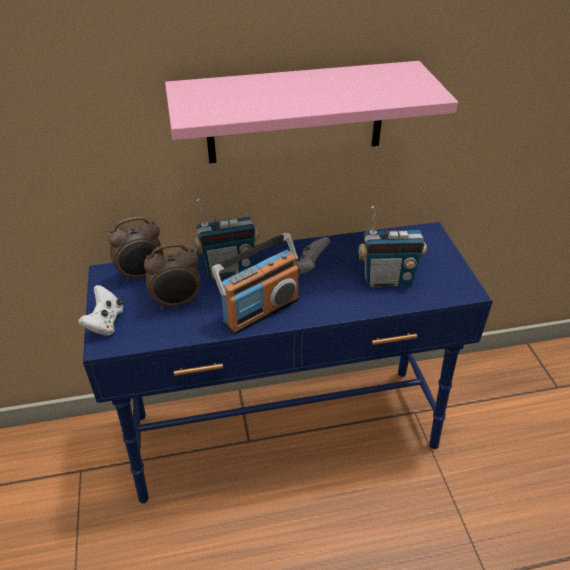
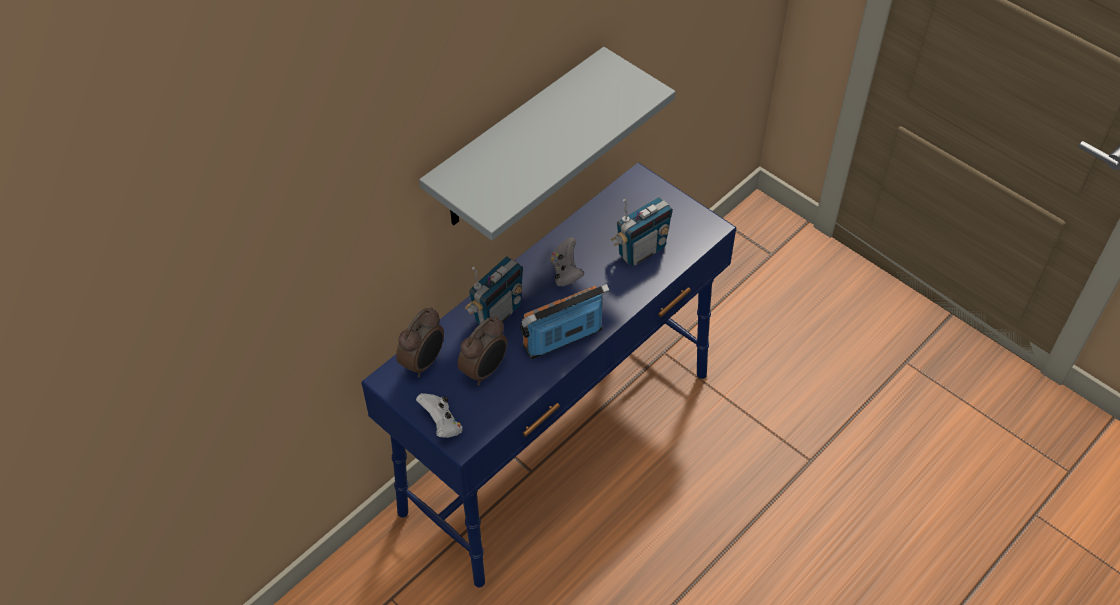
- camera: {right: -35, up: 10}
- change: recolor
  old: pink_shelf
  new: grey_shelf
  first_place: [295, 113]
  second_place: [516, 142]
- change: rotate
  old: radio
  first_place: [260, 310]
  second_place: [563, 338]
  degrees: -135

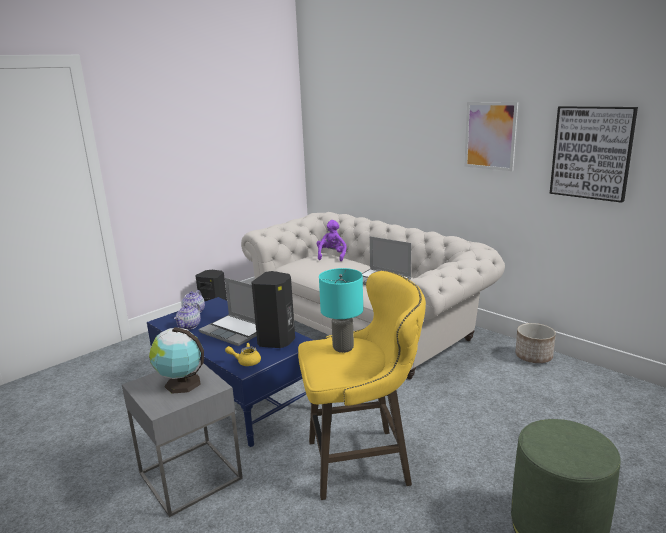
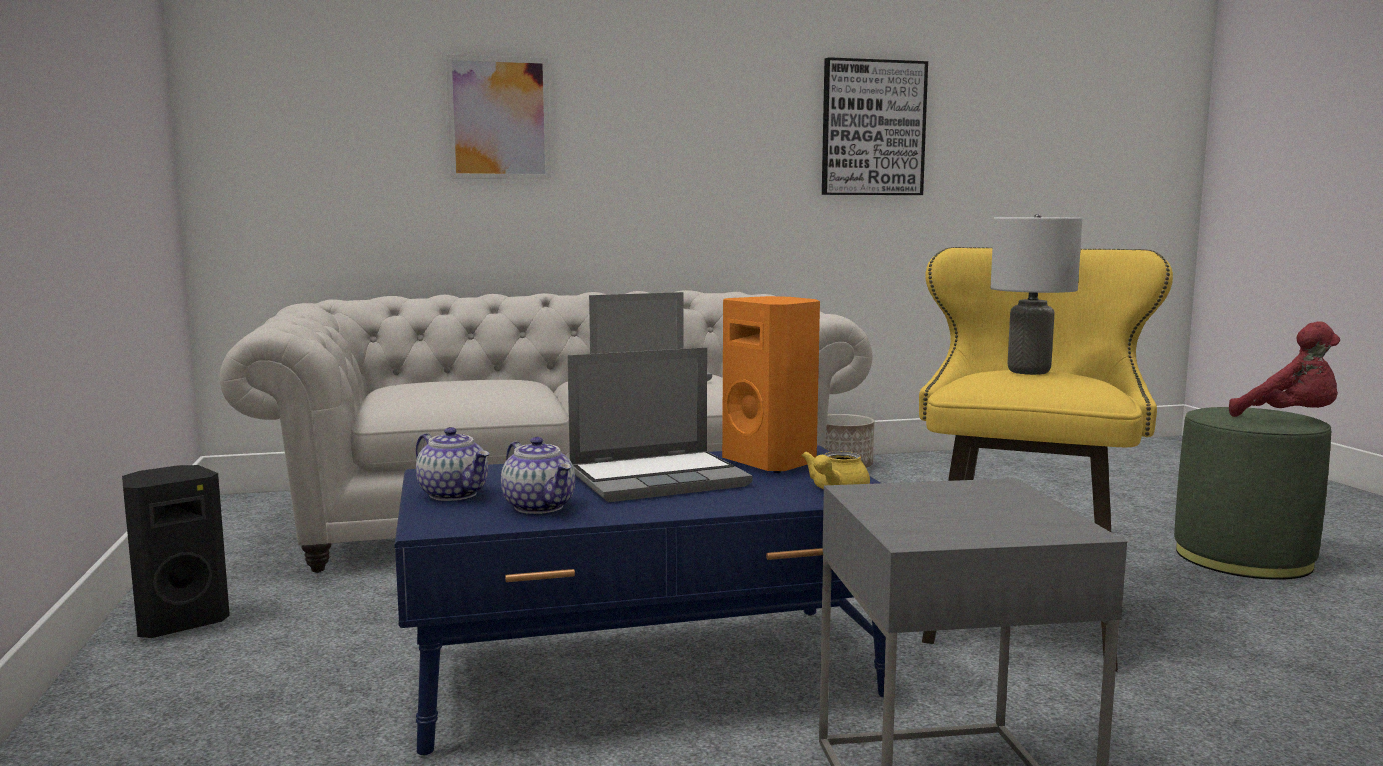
- camera: {right: -60, up: -10}
- change: delete
  old: globe
  first_place: [181, 383]
- change: recolor
  old: black_speaker
  new: orange_speaker
  first_place: [277, 341]
  second_place: [772, 462]
- change: delete
  old: purple_plush_toy
  first_place: [332, 256]
- change: recolor
  old: turquoise_table_lamp
  new: white_table_lamp
  first_place: [344, 348]
  second_place: [1028, 371]
- change: move
  old: picture
  first_place: [490, 136]
  second_place: [499, 118]
- change: insert
  new: red_plush_toy
  second_place: [1290, 418]

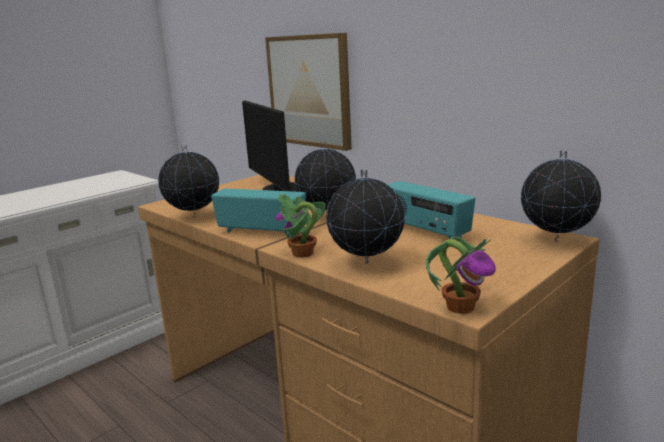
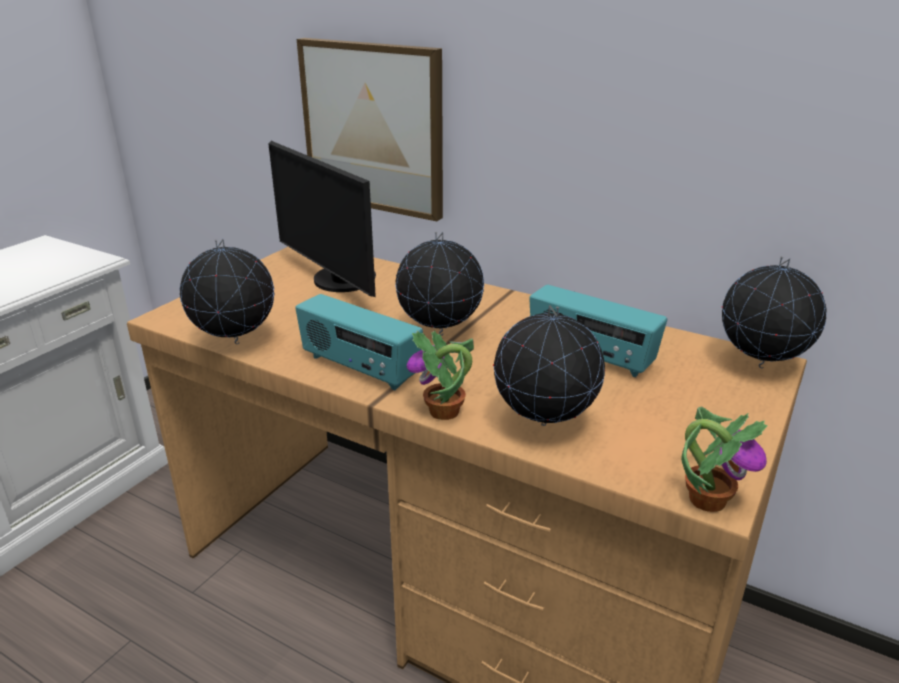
- camera: {right: -15, up: 10}
- change: rotate
  old: radio
  first_place: [262, 231]
  second_place: [359, 369]
  degrees: -150

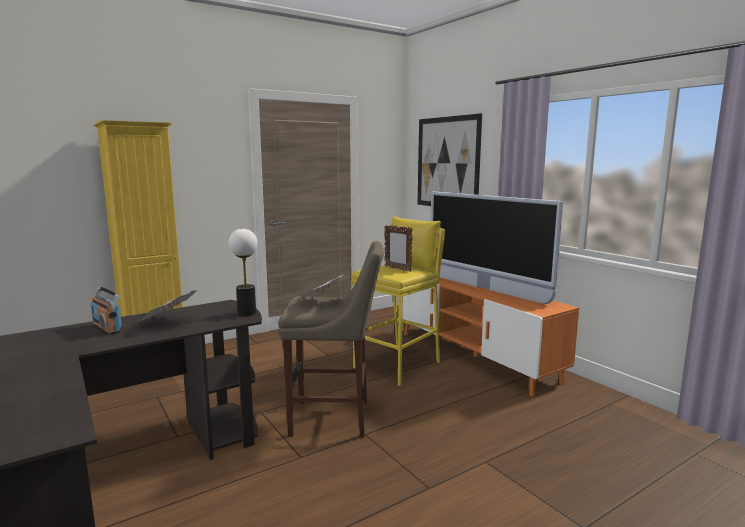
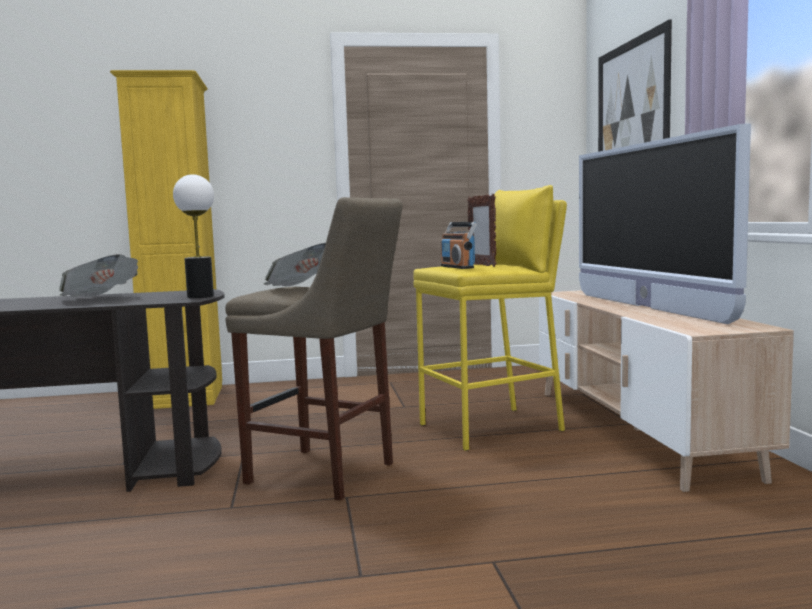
- camera: {right: 25, up: -5}
- change: move
  old: radio
  first_place: [107, 328]
  second_place: [457, 267]
- change: recolor
  old: orange_tv_stand
  new: beige_tv_stand
  first_place: [474, 356]
  second_place: [635, 429]

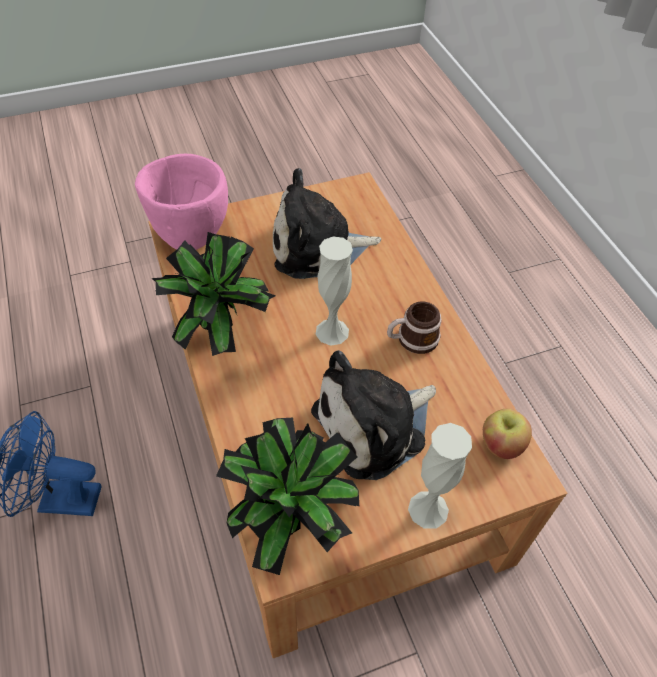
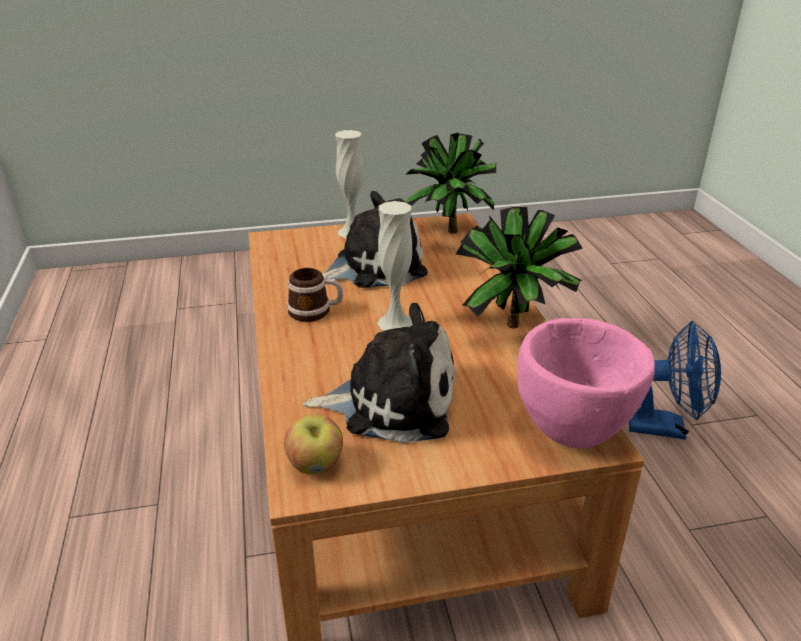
- camera: {right: -170, up: -20}
- change: move
  old: apple
  first_place: [501, 445]
  second_place: [316, 465]

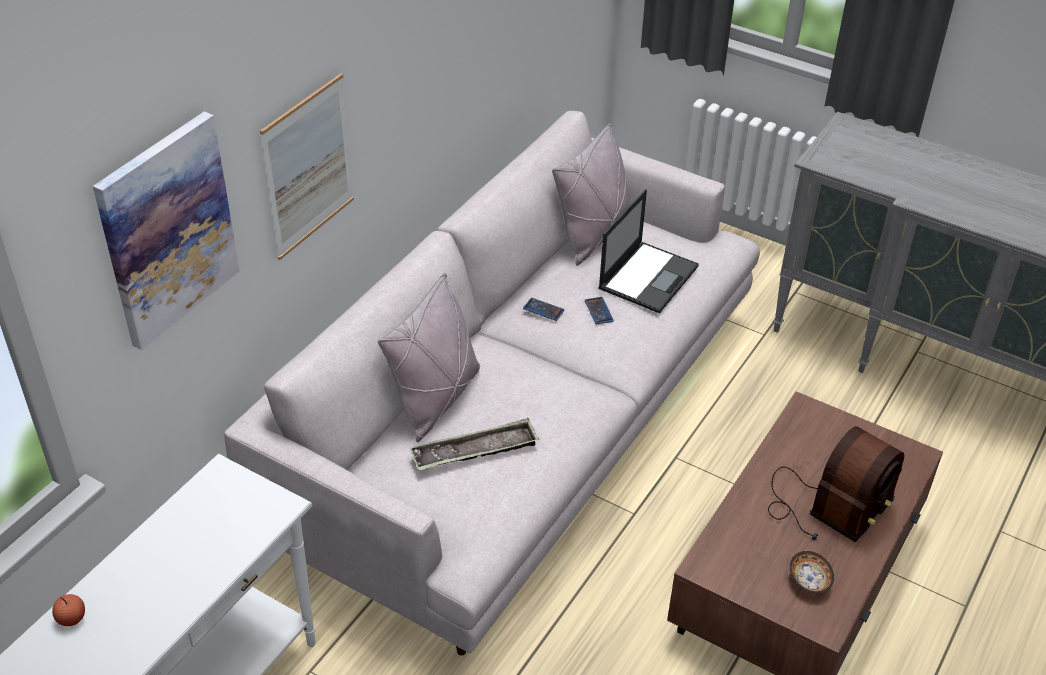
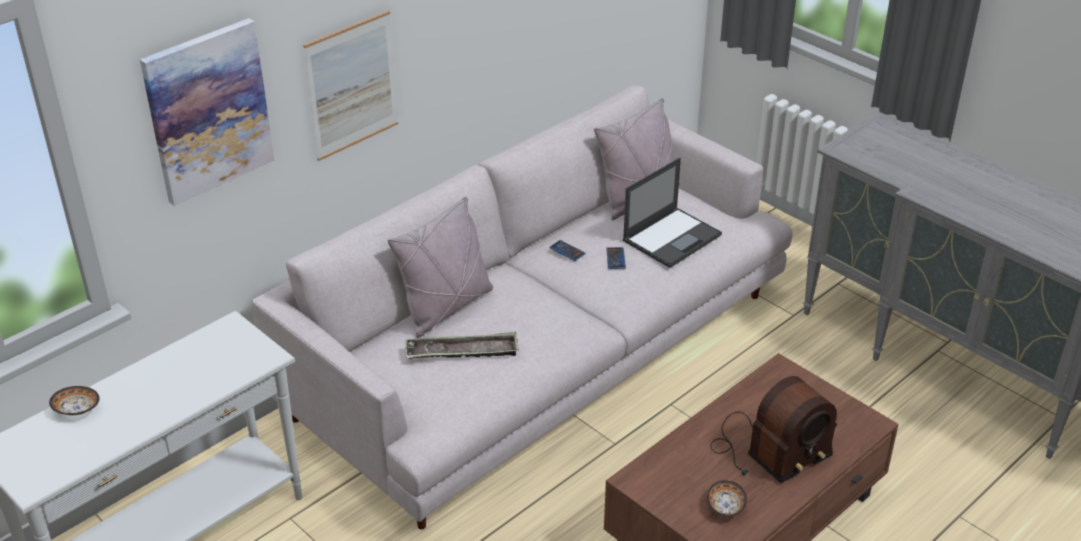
- camera: {right: 15, up: -5}
- change: replace
  old: apple
  new: bowl
  first_place: [71, 618]
  second_place: [76, 409]

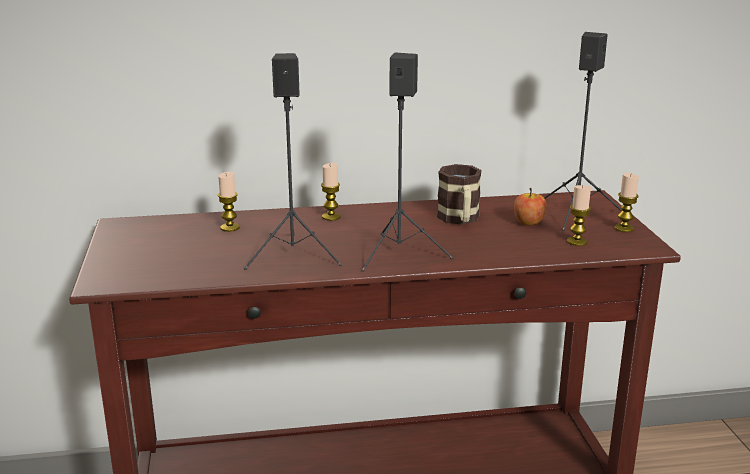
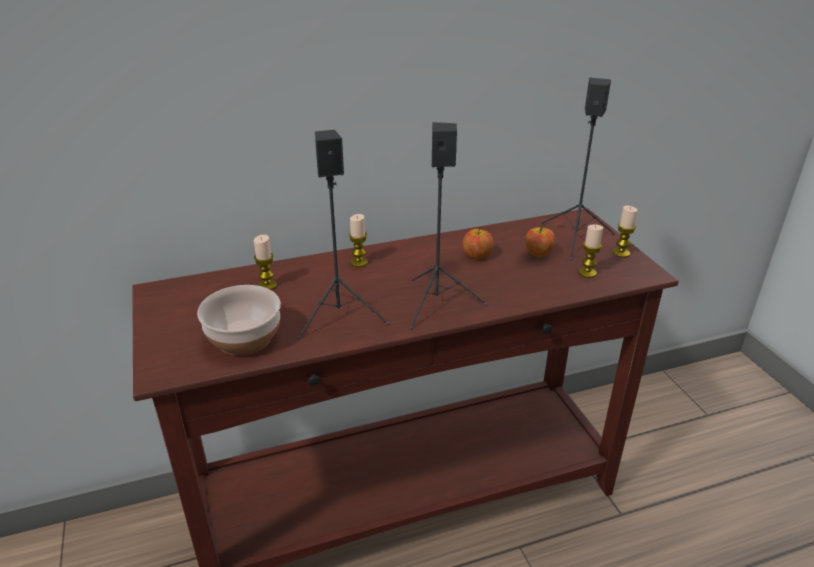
- camera: {right: -10, up: 10}
- change: replace
  old: mug
  new: apple
  first_place: [460, 220]
  second_place: [477, 255]
- change: insert
  new: bowl
  second_place: [243, 339]

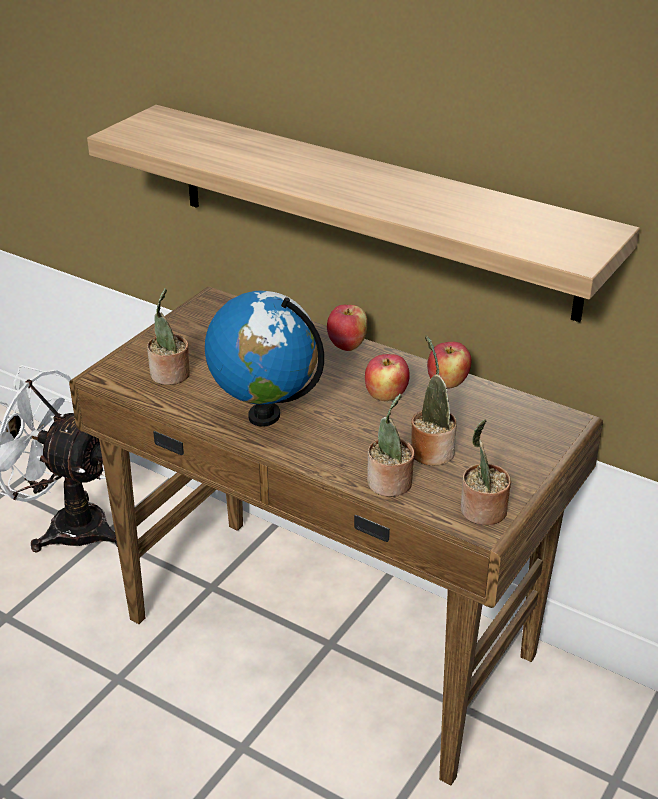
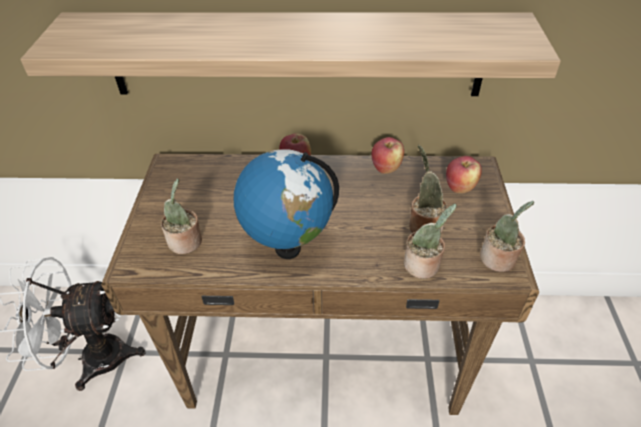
- camera: {right: -30, up: 10}
- change: move
  old: apple
  first_place: [386, 395]
  second_place: [460, 187]

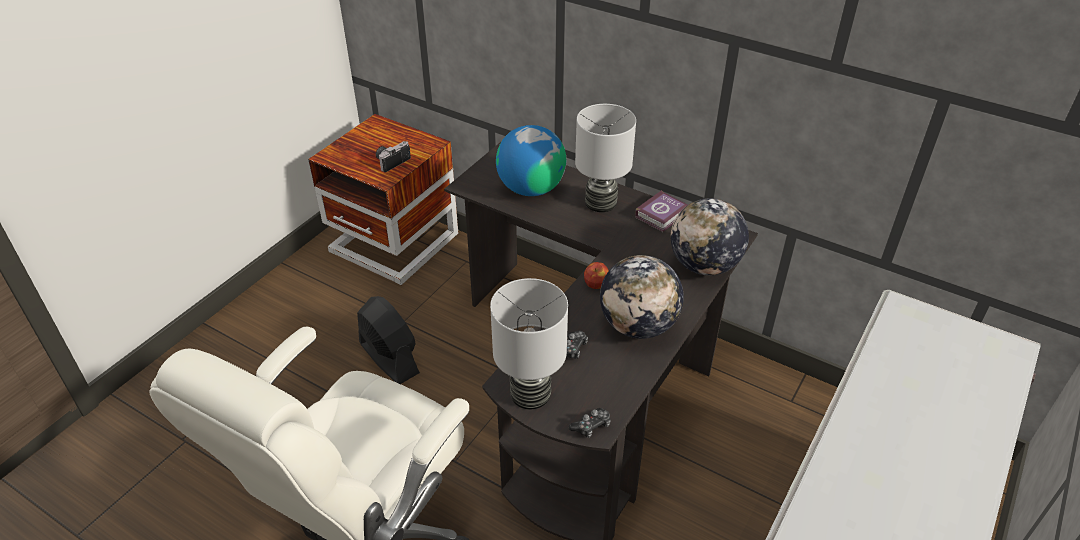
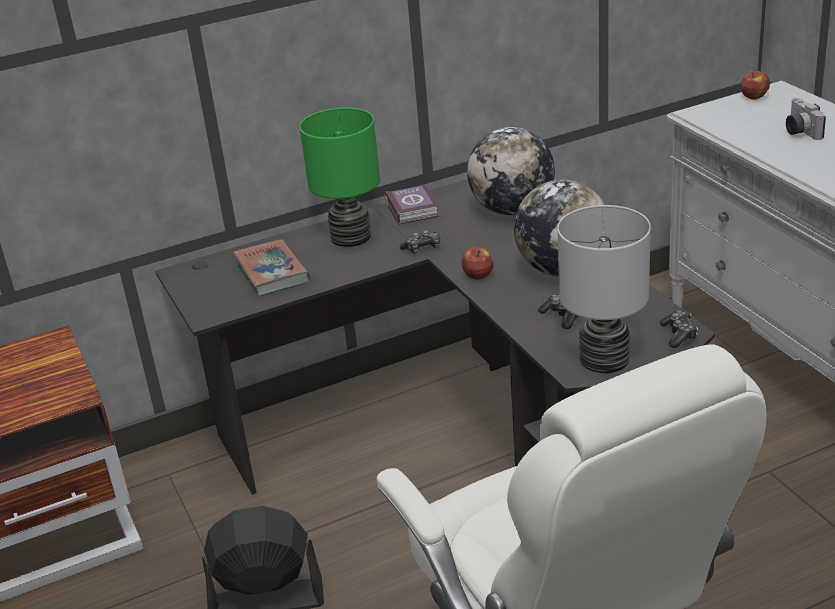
- camera: {right: -55, up: -10}
- change: move
  old: photo_camera
  first_place: [392, 161]
  second_place: [799, 131]
- change: replace
  old: globe
  new: book
  first_place: [531, 188]
  second_place: [272, 272]
- change: recolor
  old: grey_table_lamp
  new: green_table_lamp
  first_place: [600, 202]
  second_place: [350, 237]
- change: insert
  new: game_controller
  second_place: [422, 248]
- change: insert
  new: apple
  second_place: [754, 97]

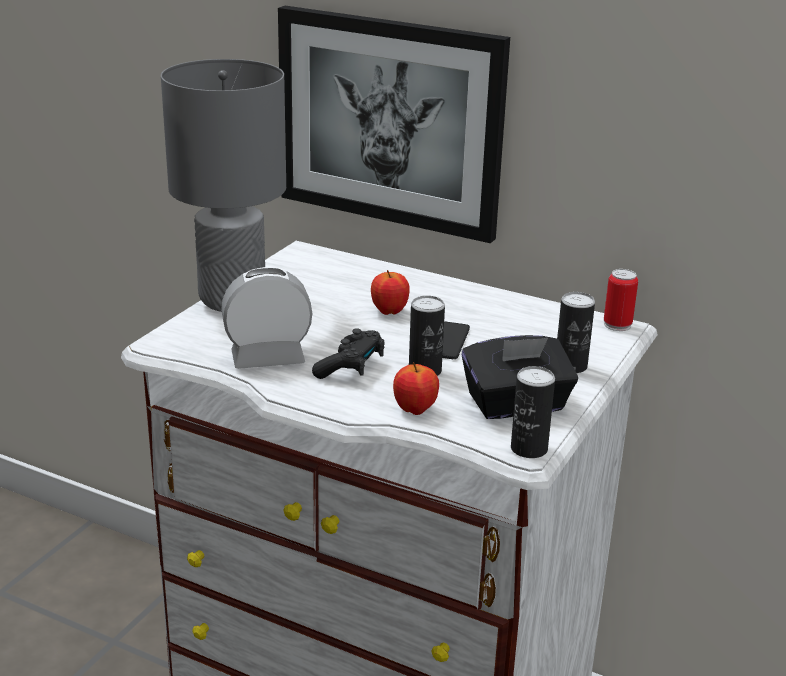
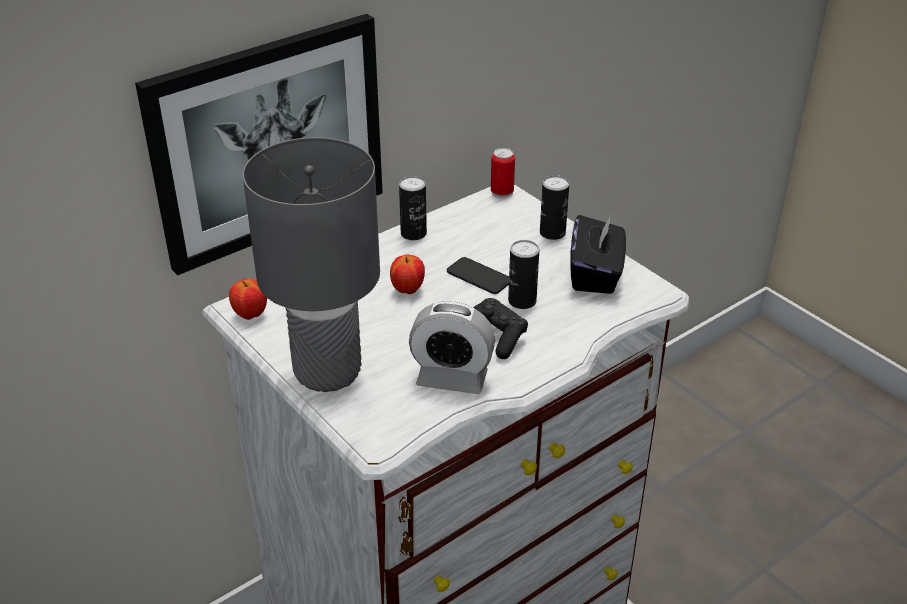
- camera: {right: -65, up: 10}
- change: rotate
  old: alarm_clock
  first_place: [268, 358]
  second_place: [452, 378]
  degrees: -90
- change: move
  old: apple
  first_place: [415, 410]
  second_place: [250, 314]
- change: move
  old: can
  first_place: [529, 449]
  second_place: [413, 233]

